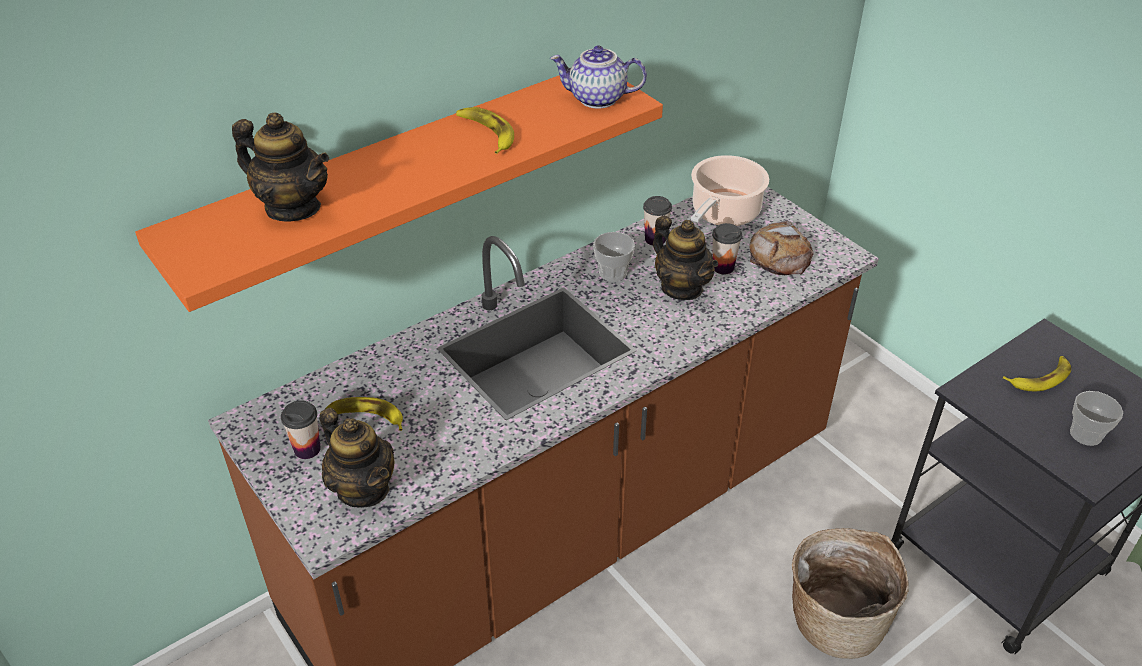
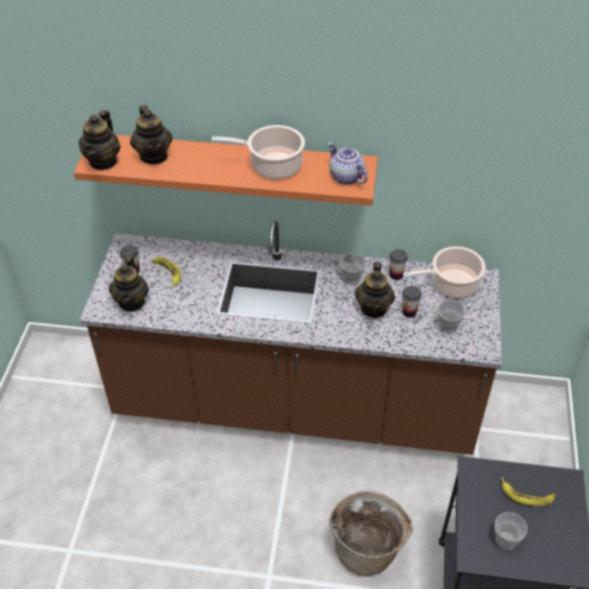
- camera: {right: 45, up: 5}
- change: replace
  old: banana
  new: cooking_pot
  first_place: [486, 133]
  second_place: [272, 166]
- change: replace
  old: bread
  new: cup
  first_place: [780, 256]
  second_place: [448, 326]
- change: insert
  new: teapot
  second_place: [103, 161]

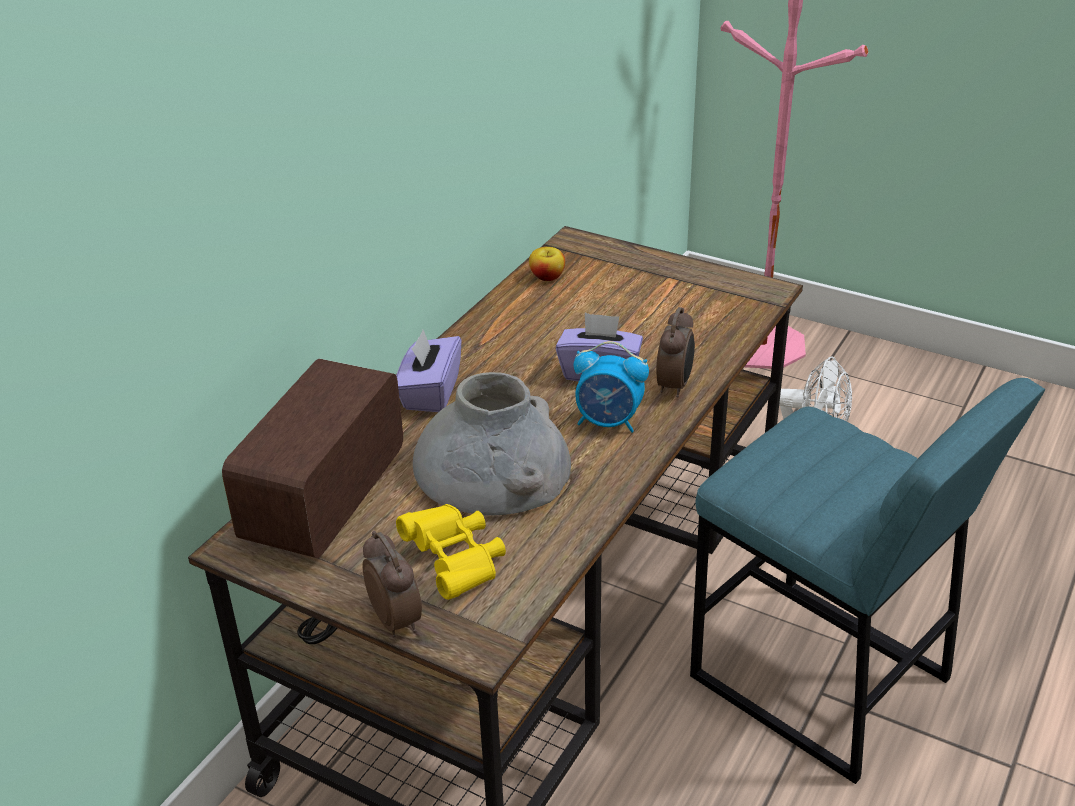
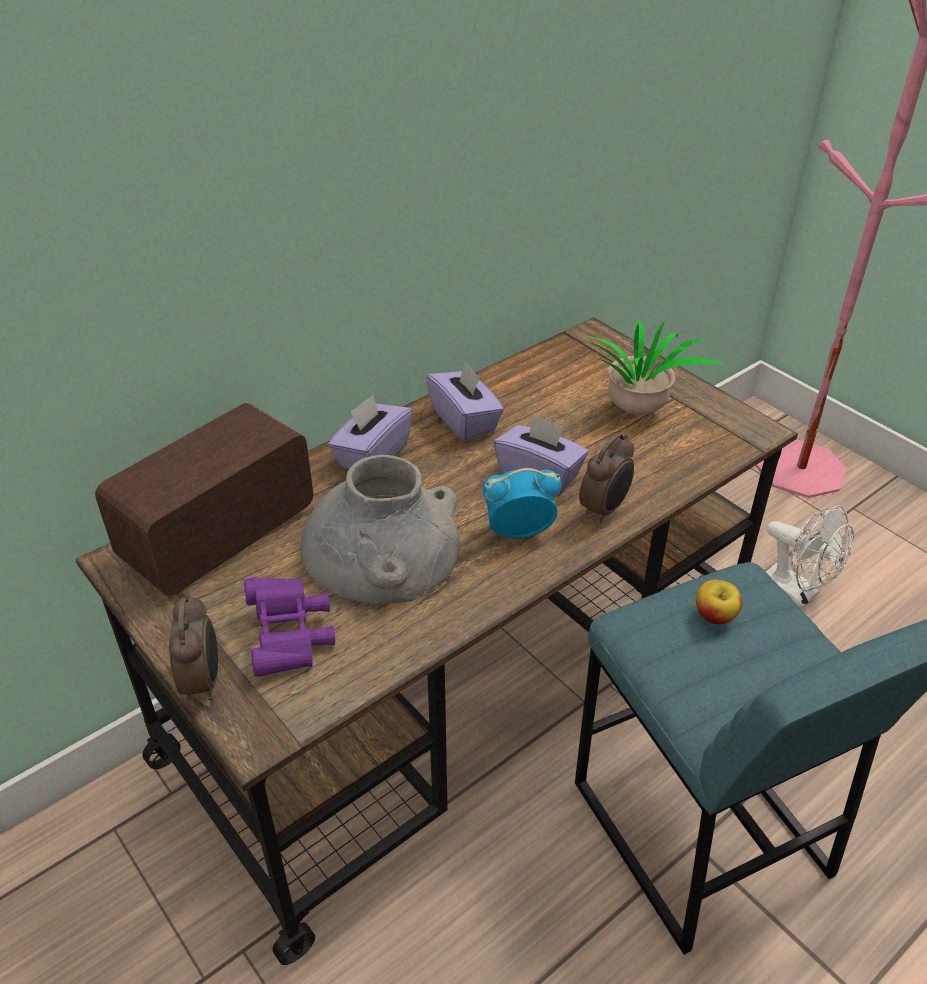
- camera: {right: 20, up: 5}
- change: recolor
  old: yellow_binoculars
  new: purple_binoculars
  first_place: [456, 562]
  second_place: [290, 637]
- change: move
  old: apple
  first_place: [547, 277]
  second_place: [715, 615]
- change: rotate
  old: alarm_clock
  first_place: [609, 422]
  second_place: [518, 531]
  degrees: 135
- change: insert
  new: purple_tissue_box
  second_place: [465, 421]
- change: insert
  new: potted_plant
  second_place: [636, 413]

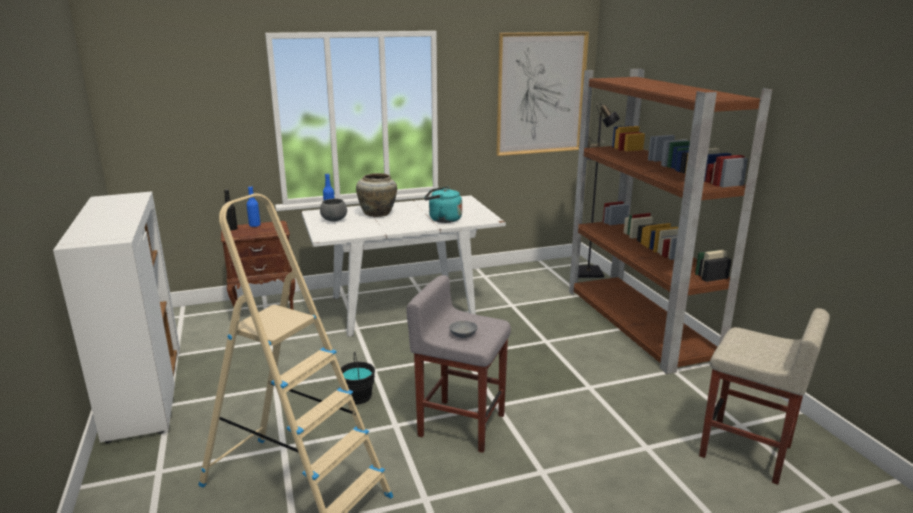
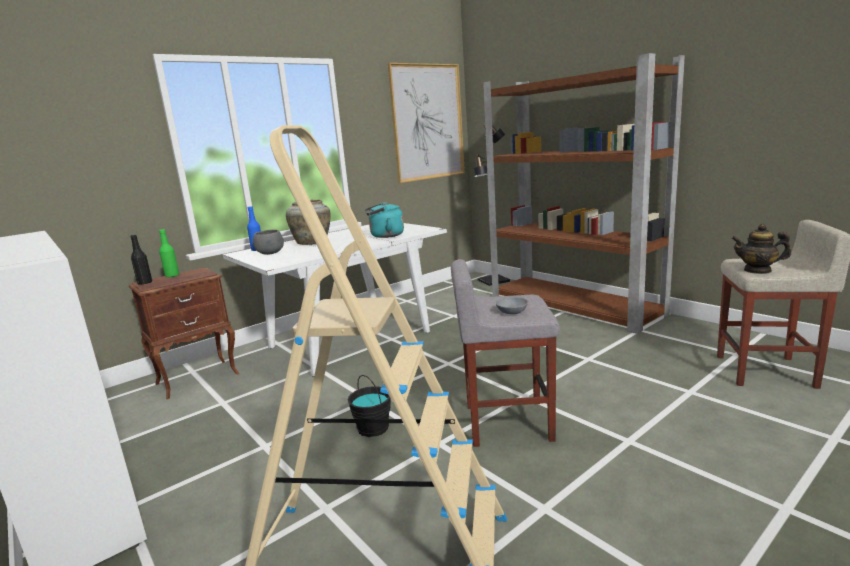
- camera: {right: -20, up: -5}
- change: recolor
  old: blue_bottle
  new: green_bottle
  first_place: [254, 225]
  second_place: [172, 276]
- change: insert
  new: teapot
  second_place: [757, 270]

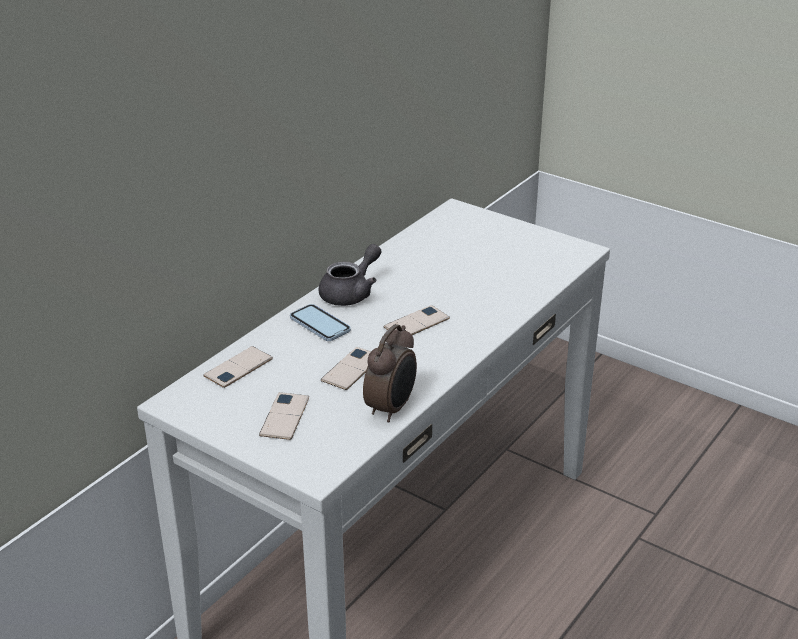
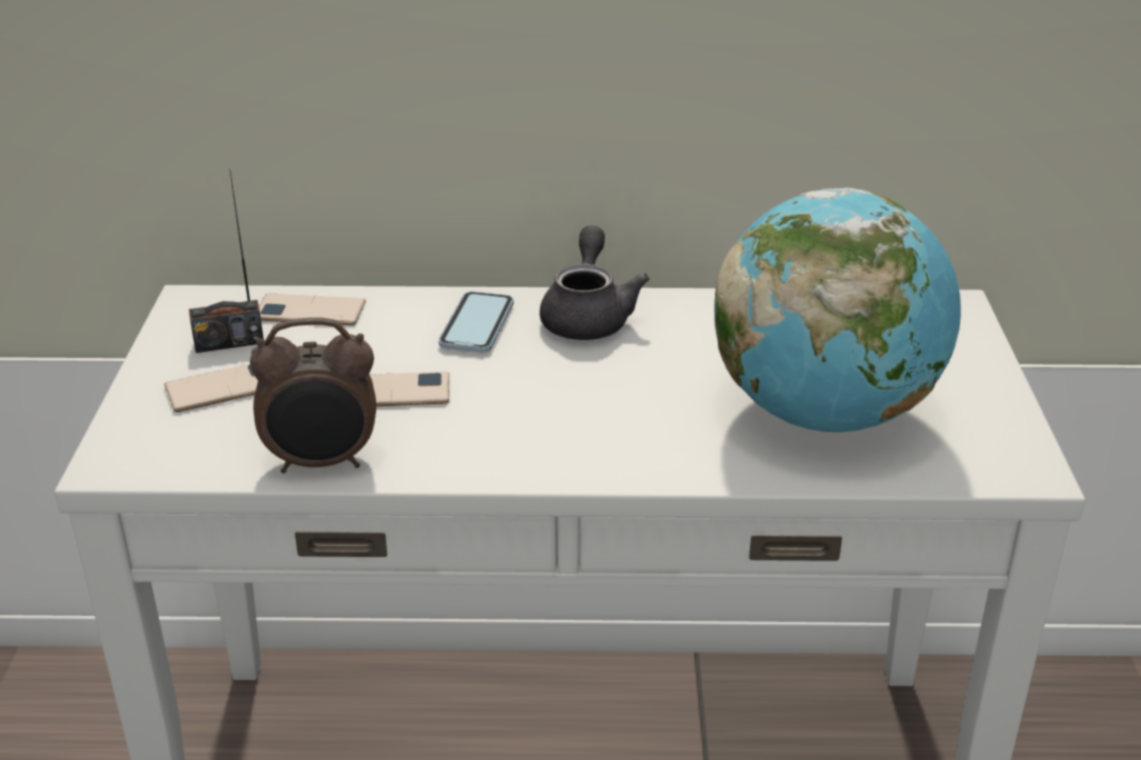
- camera: {right: 55, up: 0}
- change: rotate
  old: grey_teapot
  first_place: [351, 293]
  second_place: [588, 316]
  degrees: -90
- change: delete
  old: phone
  first_place: [416, 323]
- change: insert
  new: radio
  second_place: [229, 342]
- change: insert
  new: globe
  second_place: [823, 413]

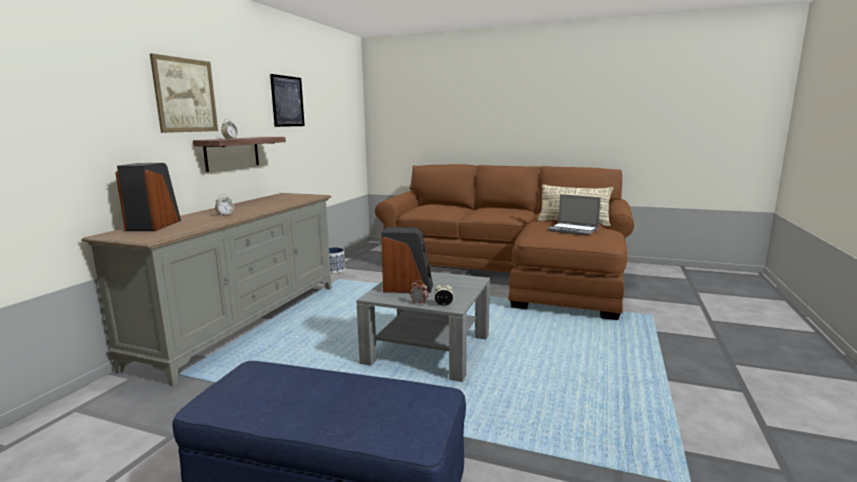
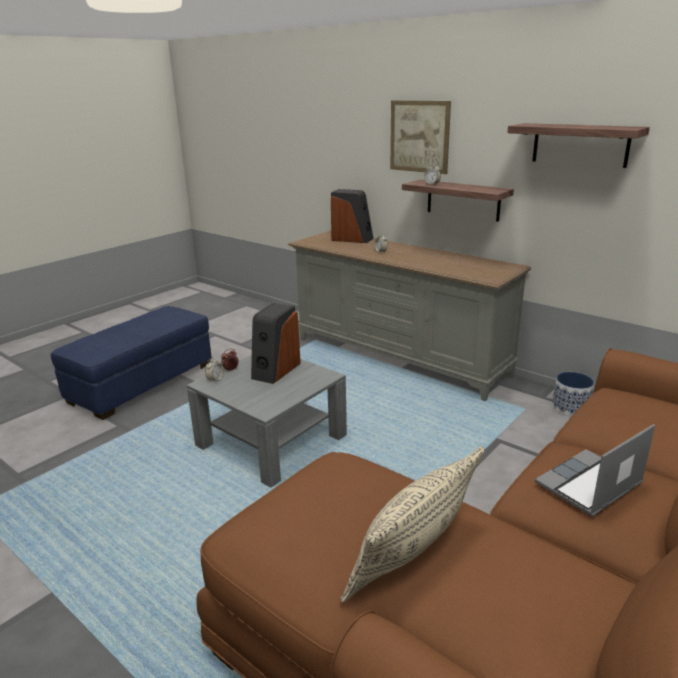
- camera: {right: 110, up: 10}
- change: replace
  old: picture
  new: shelf
  first_place: [287, 101]
  second_place: [580, 144]
- change: move
  old: laptop
  first_place: [574, 230]
  second_place: [589, 485]

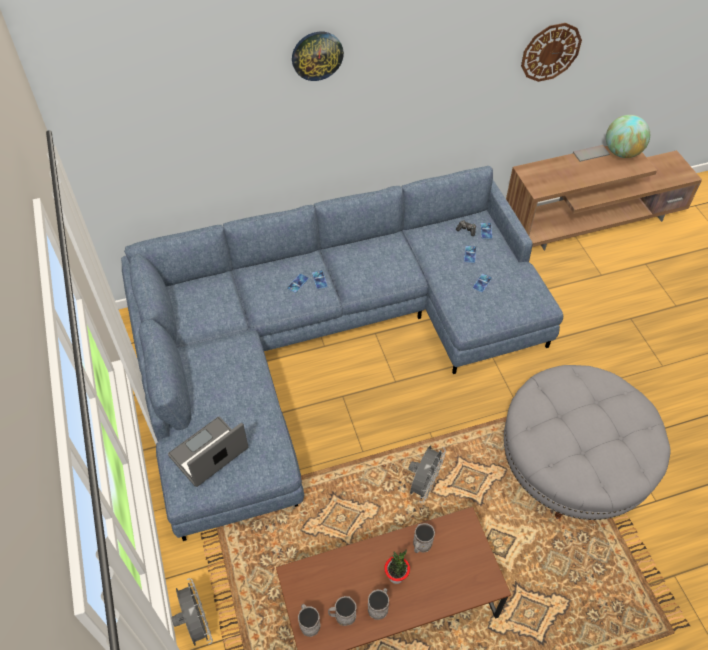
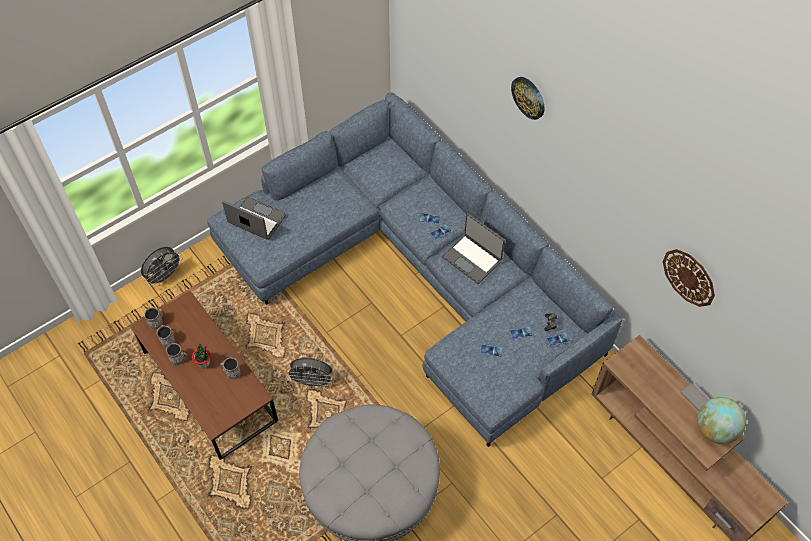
- camera: {right: 70, up: 5}
- change: insert
  new: laptop
  second_place: [472, 258]

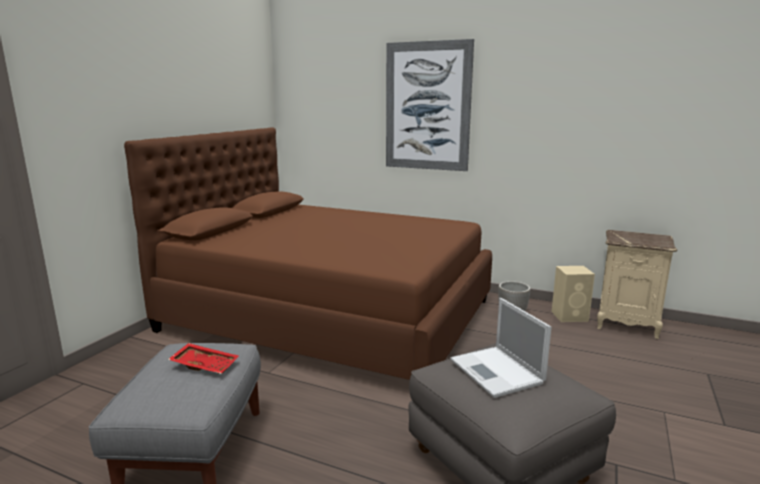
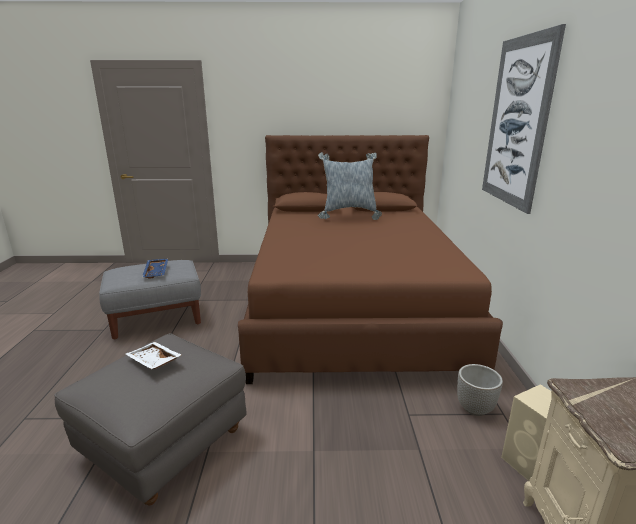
- camera: {right: 65, up: 5}
- change: recolor
  old: red_tray
  new: blue_tray
  first_place: [205, 365]
  second_place: [157, 272]
- change: replace
  old: laptop
  new: white_tray
  first_place: [497, 372]
  second_place: [153, 362]
- change: insert
  new: pillow
  second_place: [348, 217]

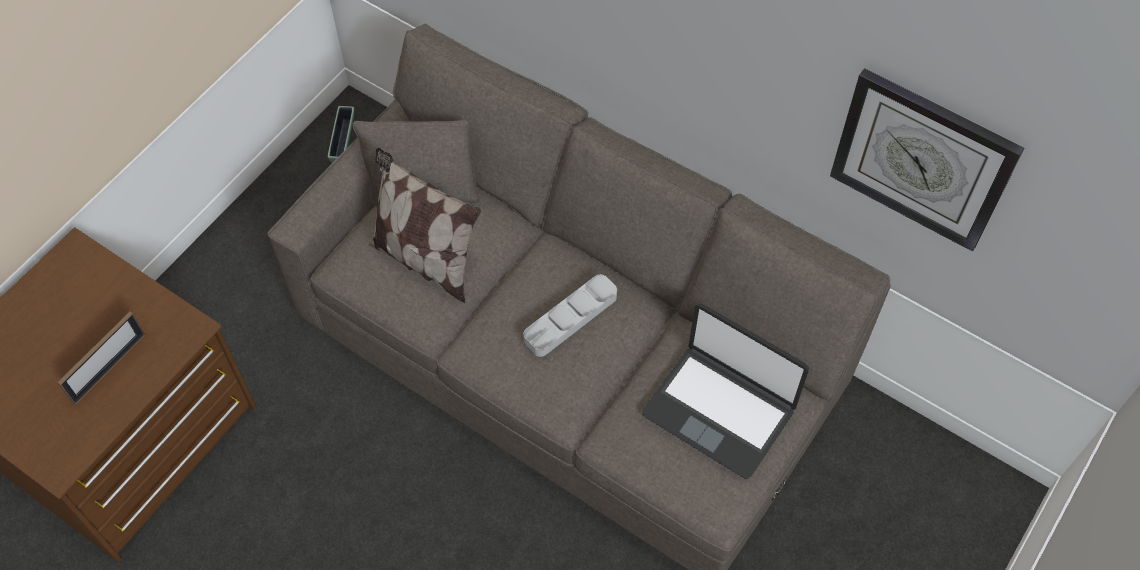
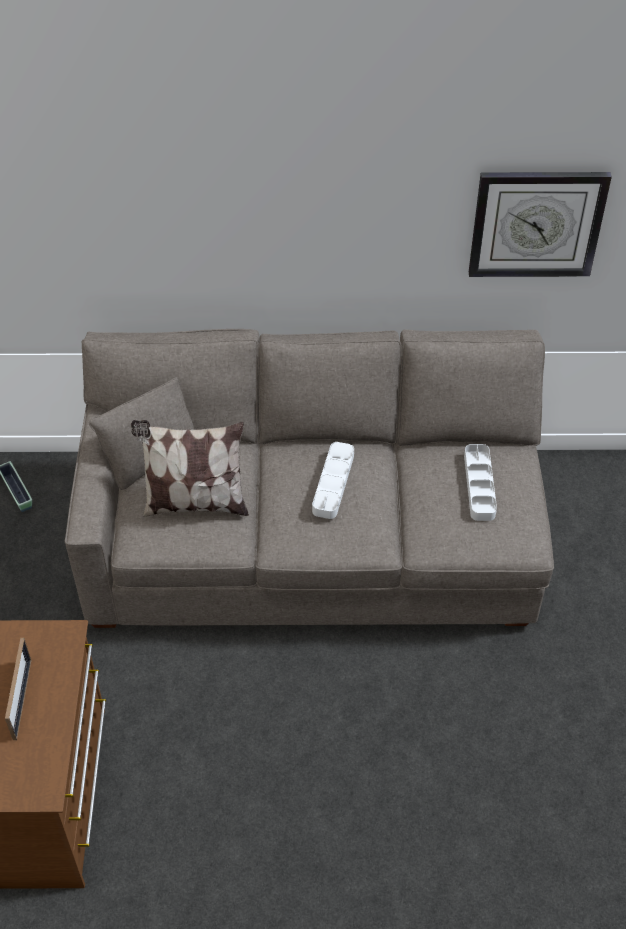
- camera: {right: -35, up: -10}
- change: replace
  old: laptop
  new: grey_tray
  first_place: [719, 410]
  second_place: [479, 485]

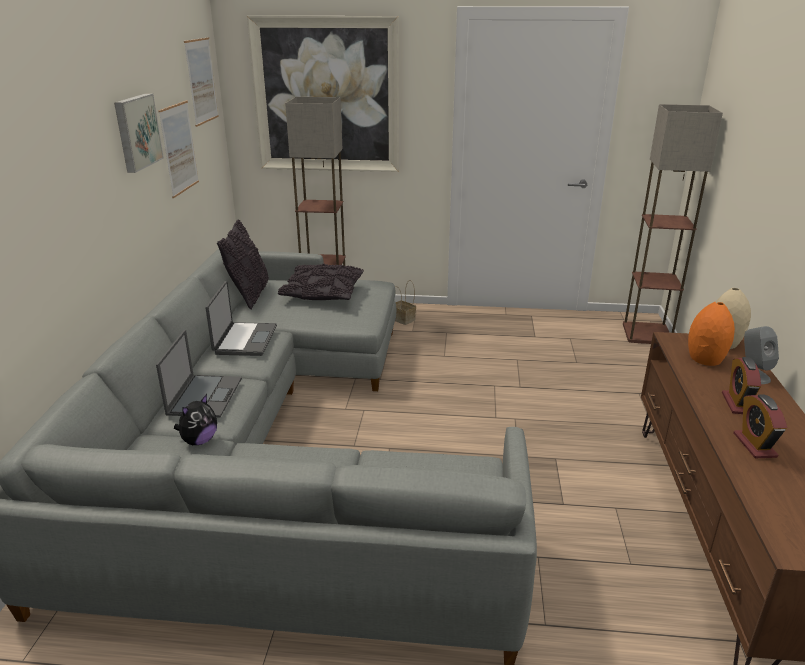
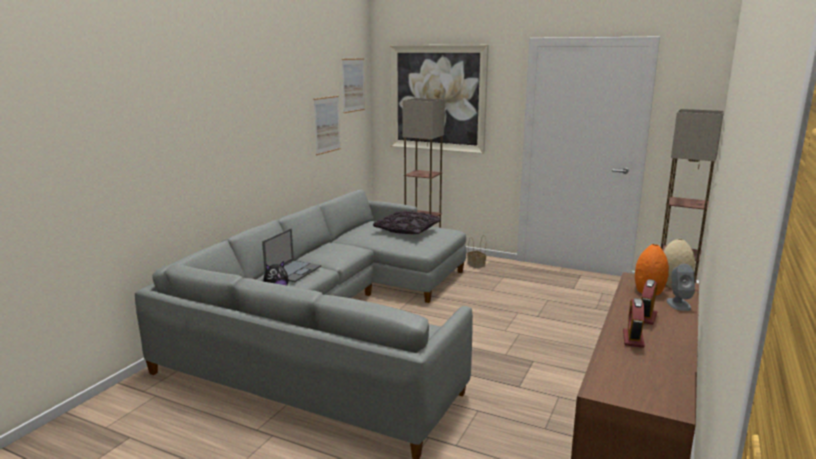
- camera: {right: 20, up: -10}
- change: delete
  old: picture
  first_place: [136, 132]
- change: delete
  old: laptop
  first_place: [244, 340]
- change: delete
  old: black_pillow
  first_place: [249, 294]

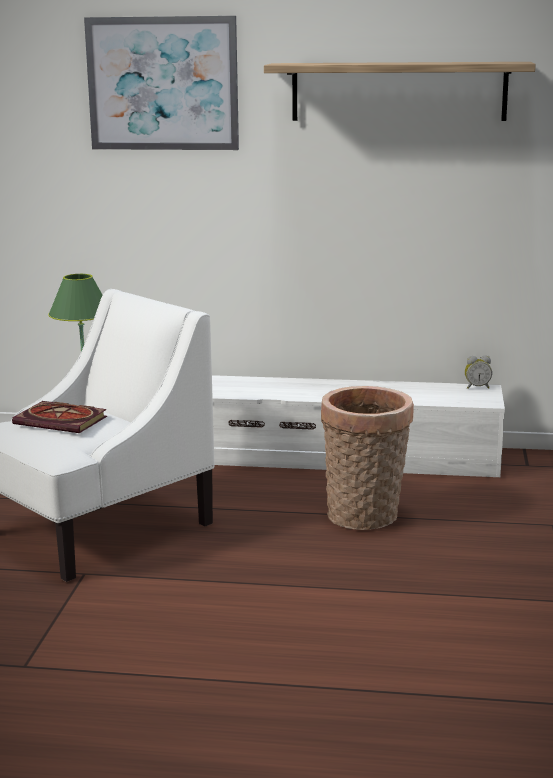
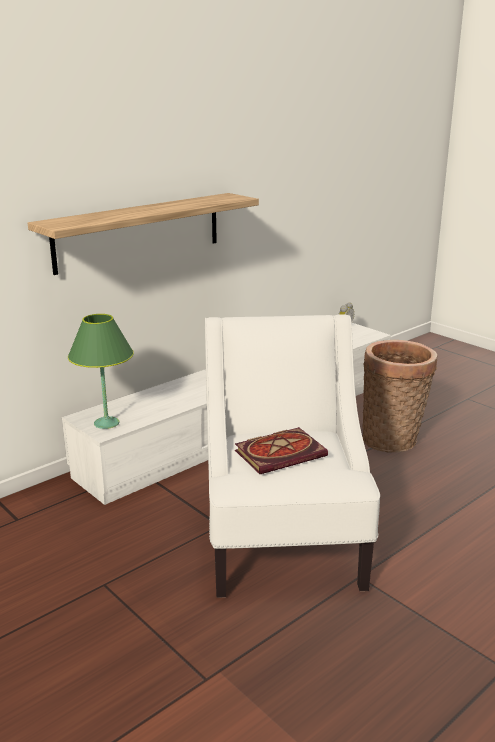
- camera: {right: -50, up: 5}
- change: delete
  old: picture
  first_place: [163, 84]
- change: move
  old: shelf
  first_place: [398, 91]
  second_place: [139, 232]

